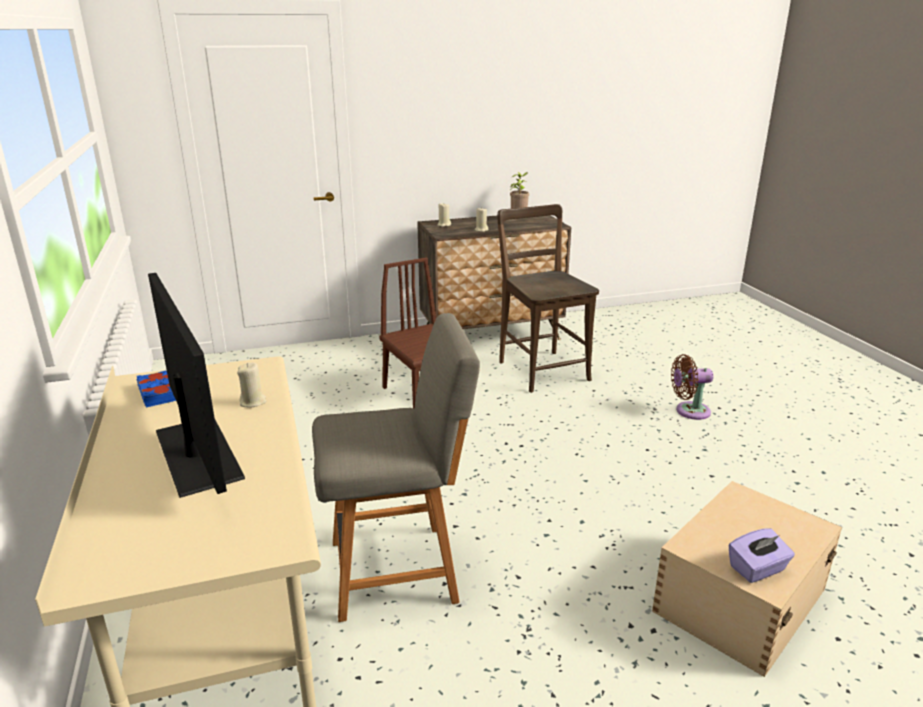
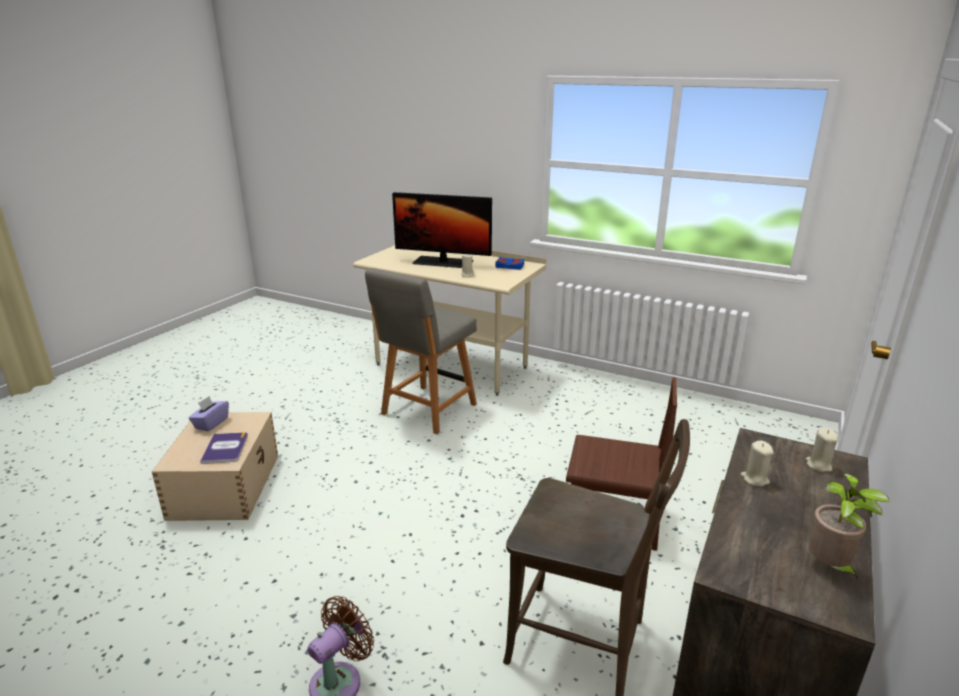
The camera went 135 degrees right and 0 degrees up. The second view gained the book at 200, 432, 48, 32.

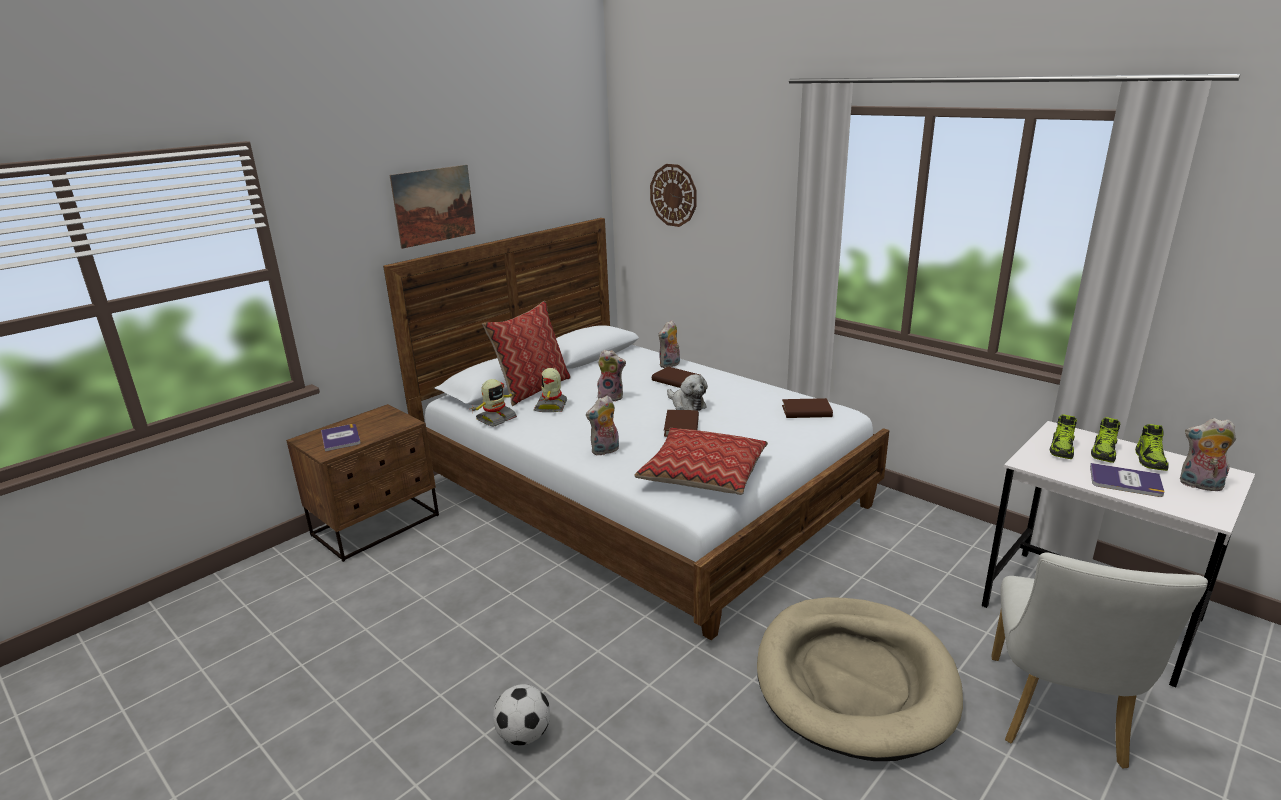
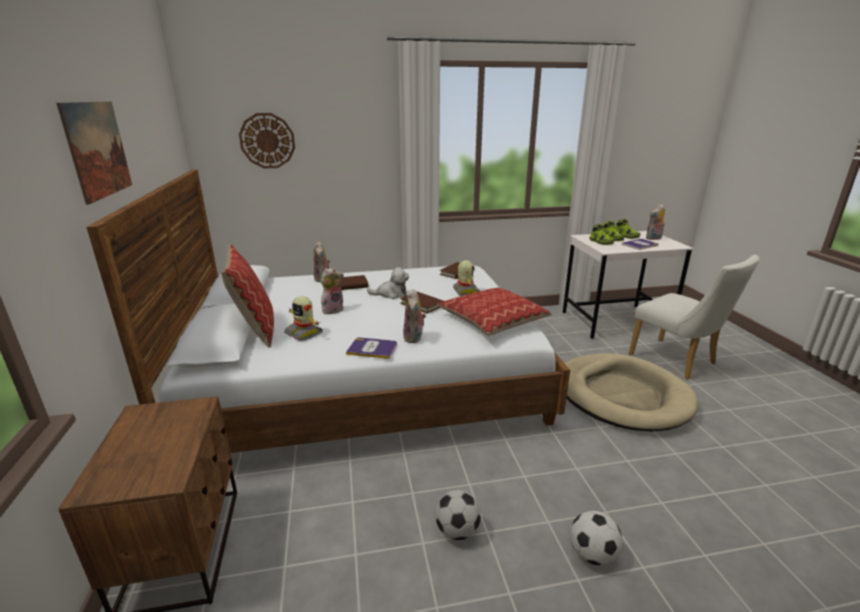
The camera went 55 degrees left and 0 degrees up. The second view gained the football at 435, 489, 46, 51. The book ended up elsewhere, having gone from 321, 424, 40, 28 to 346, 338, 51, 21. The toy robot ended up elsewhere, having gone from 471, 379, 46, 48 to 453, 260, 27, 36.

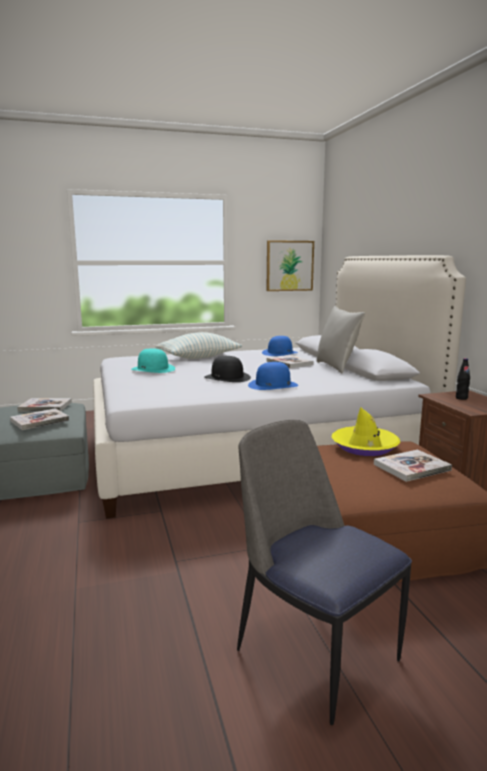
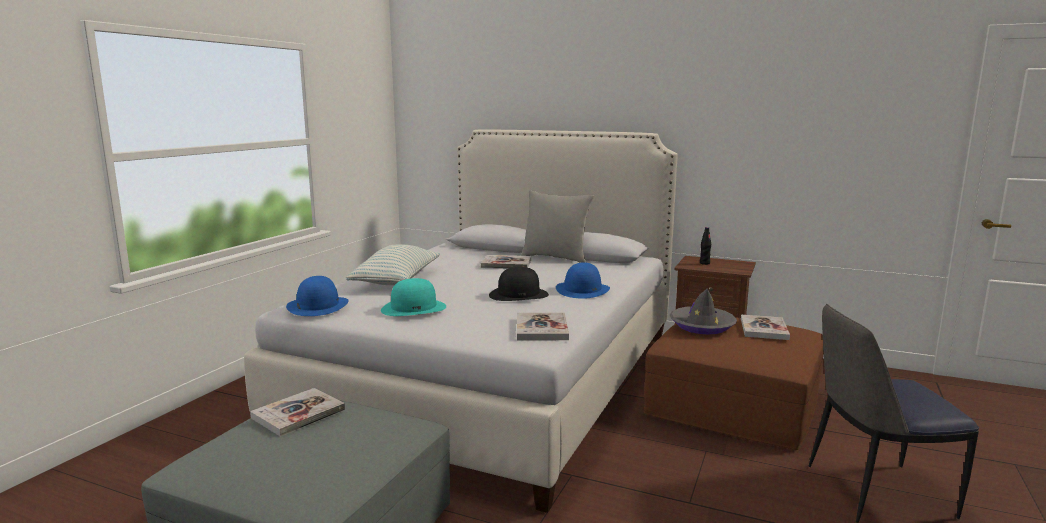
The camera went 50 degrees left and 0 degrees up. The second view lost the picture at 267, 240, 47, 51. The book ended up elsewhere, having gone from 10, 408, 59, 22 to 517, 312, 52, 28. The blue hat ended up elsewhere, having gone from 262, 336, 36, 20 to 286, 276, 63, 40. What was the yellow hat at 331, 407, 69, 49 turned into the grey hat at 670, 288, 67, 46.

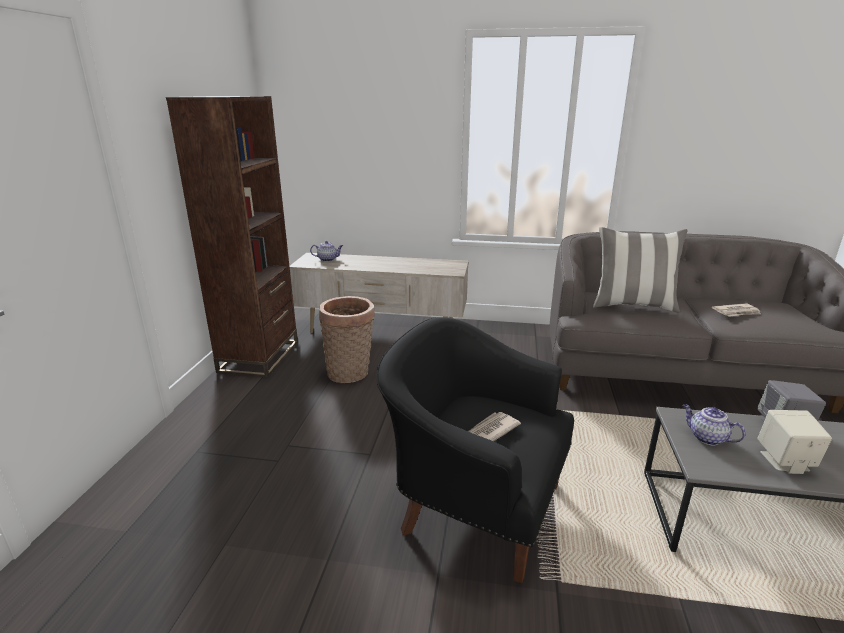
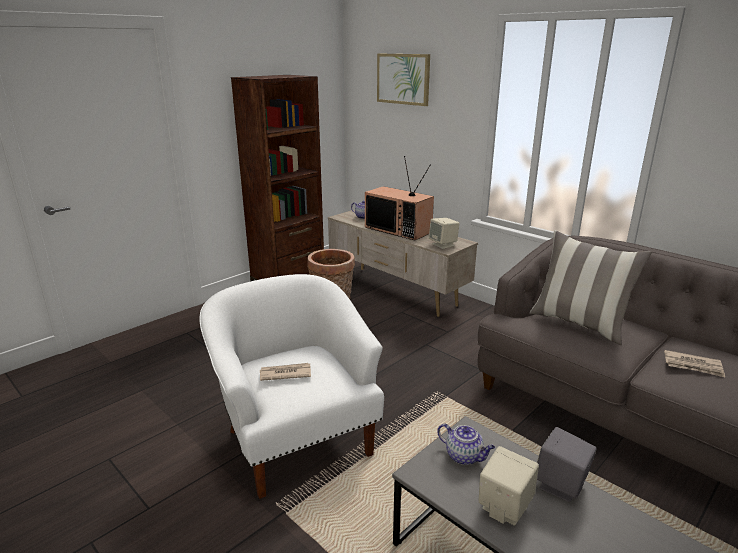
The camera went 35 degrees right and 0 degrees up. The second view gained the television at 365, 156, 69, 84. The second view gained the picture at 377, 54, 53, 52. The second view gained the beige speaker at 429, 218, 31, 31. What was the black armchair at 377, 317, 197, 267 turned into the white armchair at 200, 274, 184, 225. The teapot at 683, 404, 63, 41 ended up facing another way, 135 degrees clockwise from before.

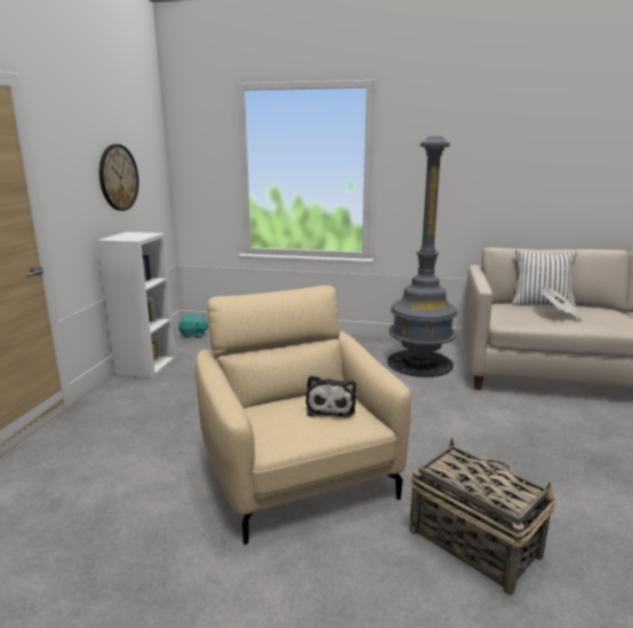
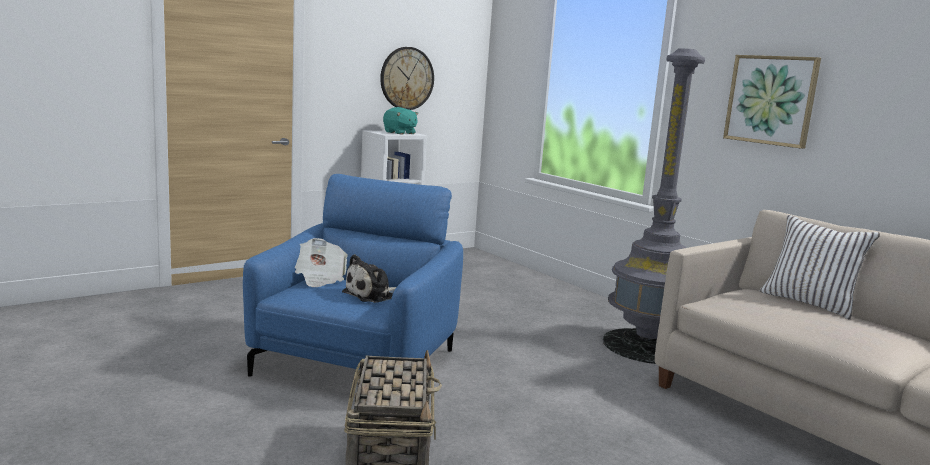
The camera went 40 degrees right and 5 degrees down. The second view gained the picture at 723, 55, 98, 94. The turquoise plush toy ended up elsewhere, having gone from 179, 315, 30, 23 to 383, 107, 35, 28. The newspaper ended up elsewhere, having gone from 540, 286, 43, 33 to 295, 238, 53, 49. What was the beige armchair at 195, 285, 216, 260 turned into the blue armchair at 243, 174, 220, 203.

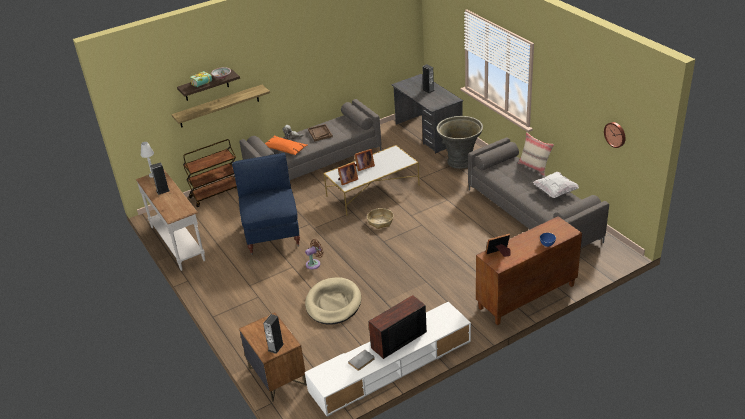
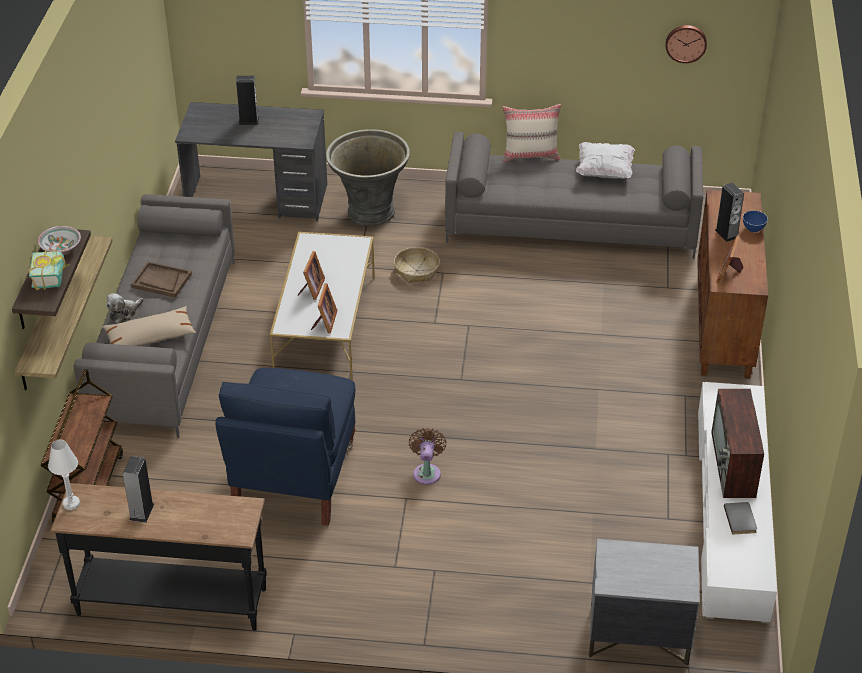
The camera went 55 degrees left and 5 degrees up. The second view lost the beige dog bed at 305, 277, 56, 47. The speaker ended up elsewhere, having gone from 263, 314, 21, 40 to 715, 183, 29, 59. The basket ended up elsewhere, having gone from 367, 208, 26, 21 to 394, 247, 46, 36. What was the white console table at 136, 170, 69, 101 turned into the black console table at 50, 483, 217, 148. What was the brown nightstand at 239, 312, 68, 90 turned into the grey nightstand at 589, 539, 111, 127. What was the orange pillow at 265, 135, 43, 20 turned into the beige pillow at 102, 306, 94, 40. The blue armchair at 232, 153, 68, 102 ended up facing another way, 105 degrees counterclockwise from before.

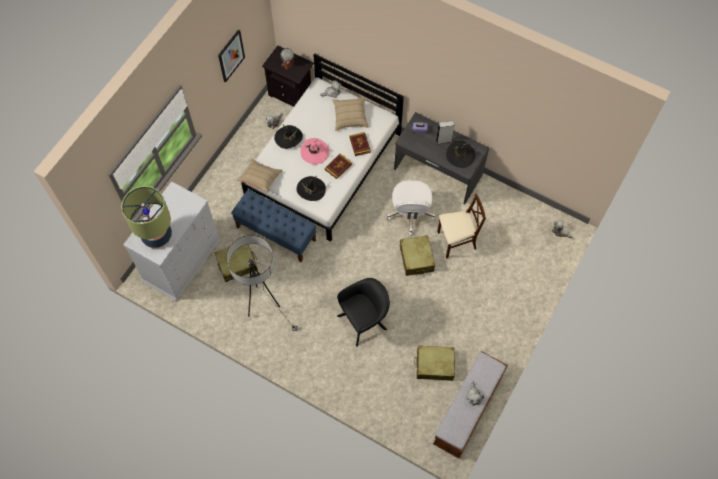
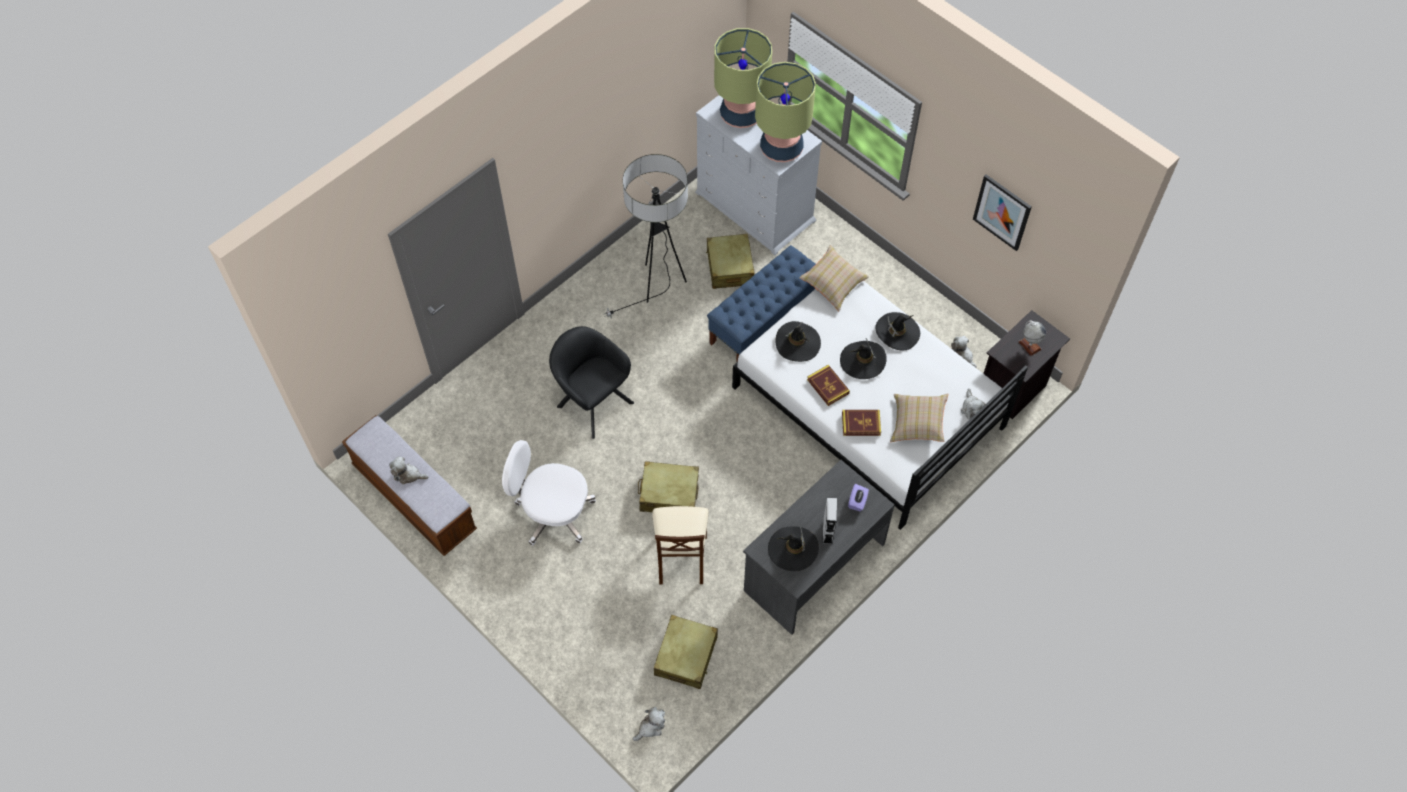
The camera went 105 degrees right and 5 degrees down. The second view gained the table lamp at 755, 62, 61, 100. The white office chair ended up elsewhere, having gone from 387, 180, 48, 55 to 502, 440, 94, 106. The beige suitcase ended up elsewhere, having gone from 414, 345, 41, 36 to 654, 615, 64, 74. What was the pink hat at 300, 138, 29, 26 turned into the black hat at 840, 338, 47, 41. The black armchair at 337, 278, 53, 69 ended up facing another way, 150 degrees clockwise from before.

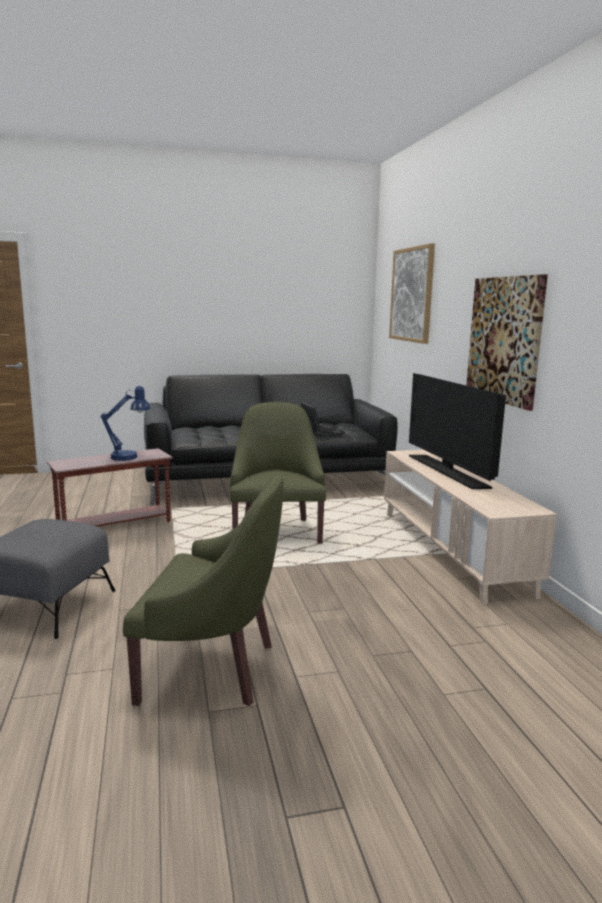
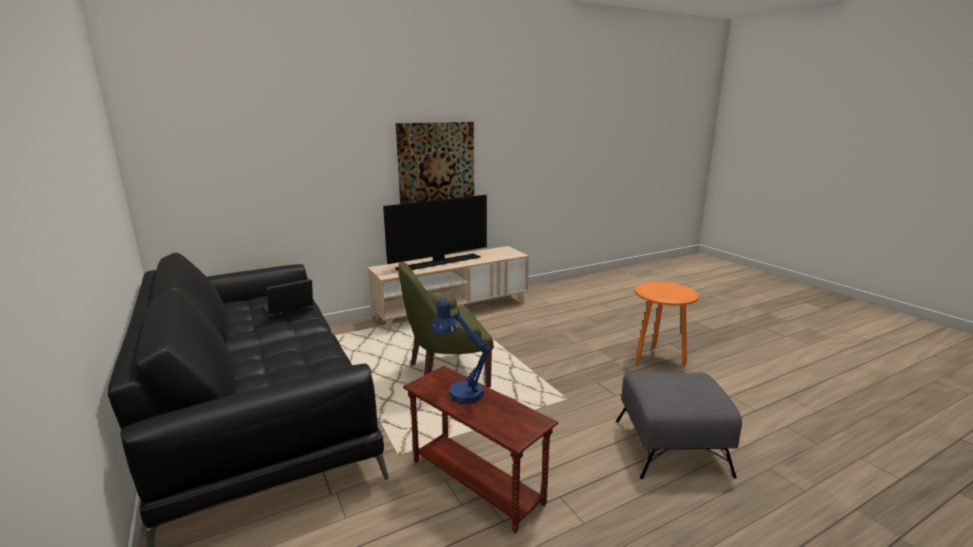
The camera went 105 degrees left and 5 degrees up. The second view lost the picture at 389, 243, 46, 101. Where the green armchair stood at 123, 475, 161, 231, the orange side table came to stand at 635, 282, 63, 86.

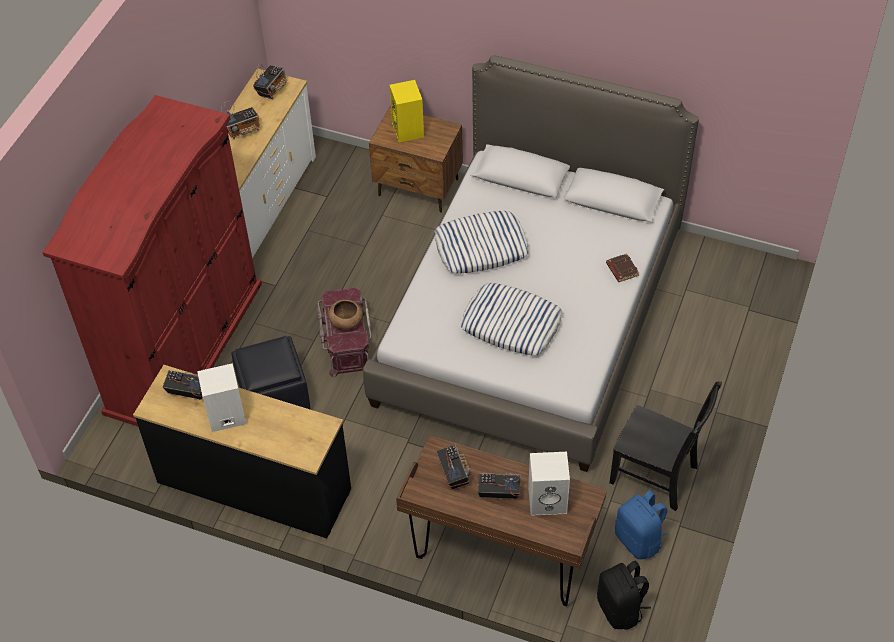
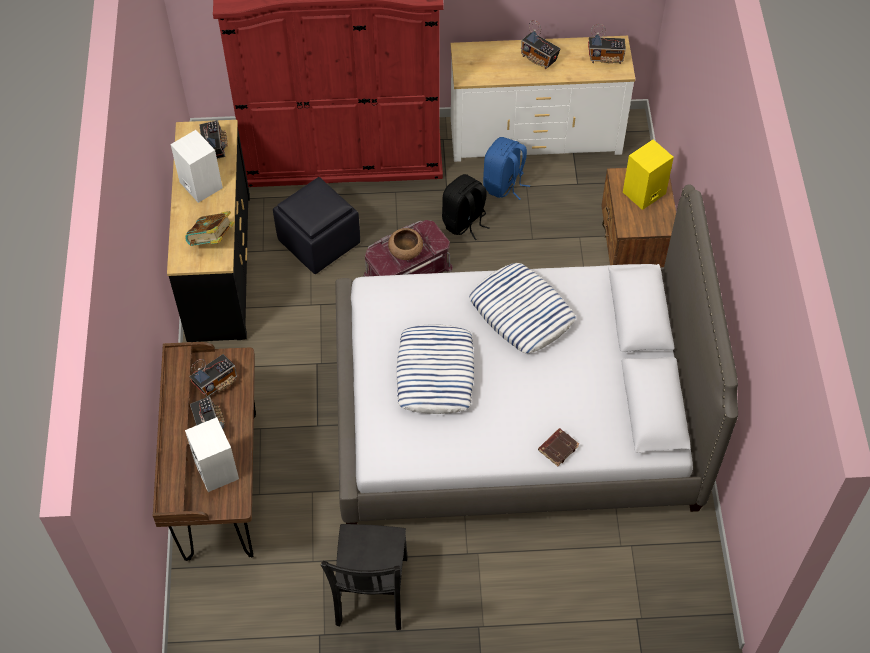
The camera went 65 degrees right and 5 degrees up. The second view gained the book at 185, 211, 50, 35. The black backpack ended up elsewhere, having gone from 597, 561, 54, 69 to 442, 174, 48, 66. The blue backpack ended up elsewhere, having gone from 615, 490, 53, 69 to 483, 137, 47, 63.

